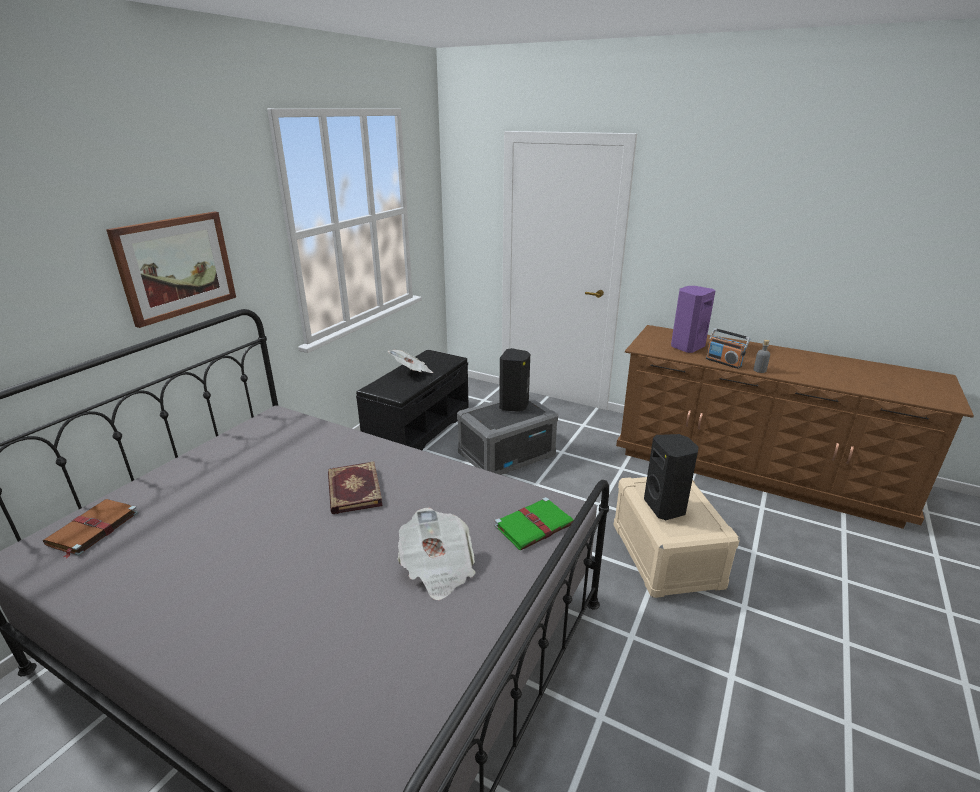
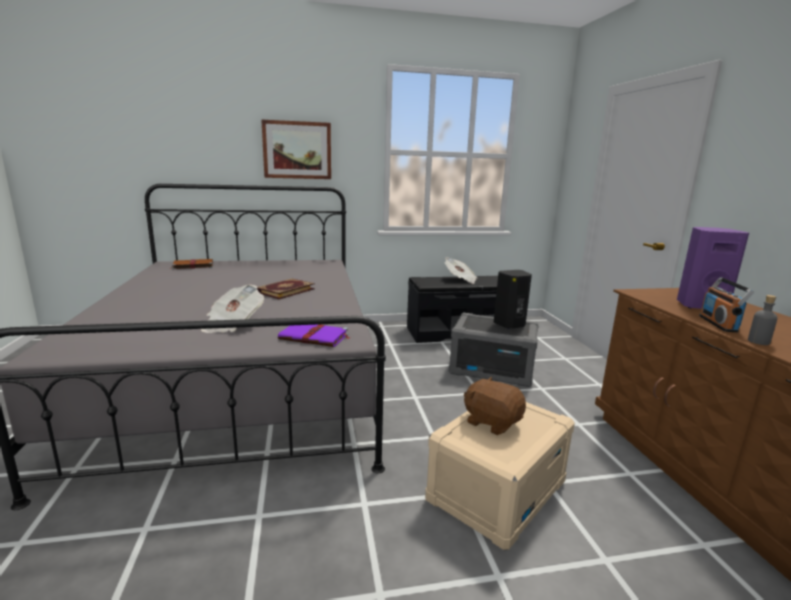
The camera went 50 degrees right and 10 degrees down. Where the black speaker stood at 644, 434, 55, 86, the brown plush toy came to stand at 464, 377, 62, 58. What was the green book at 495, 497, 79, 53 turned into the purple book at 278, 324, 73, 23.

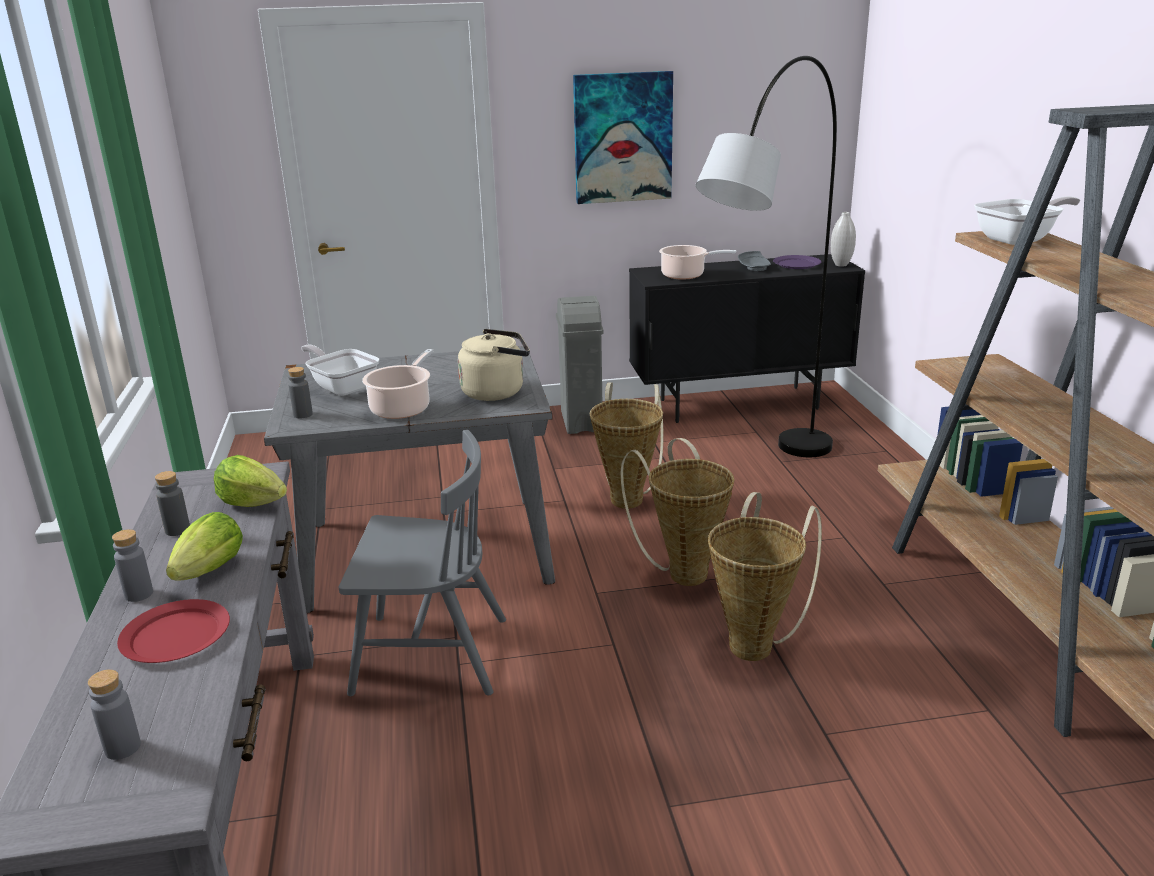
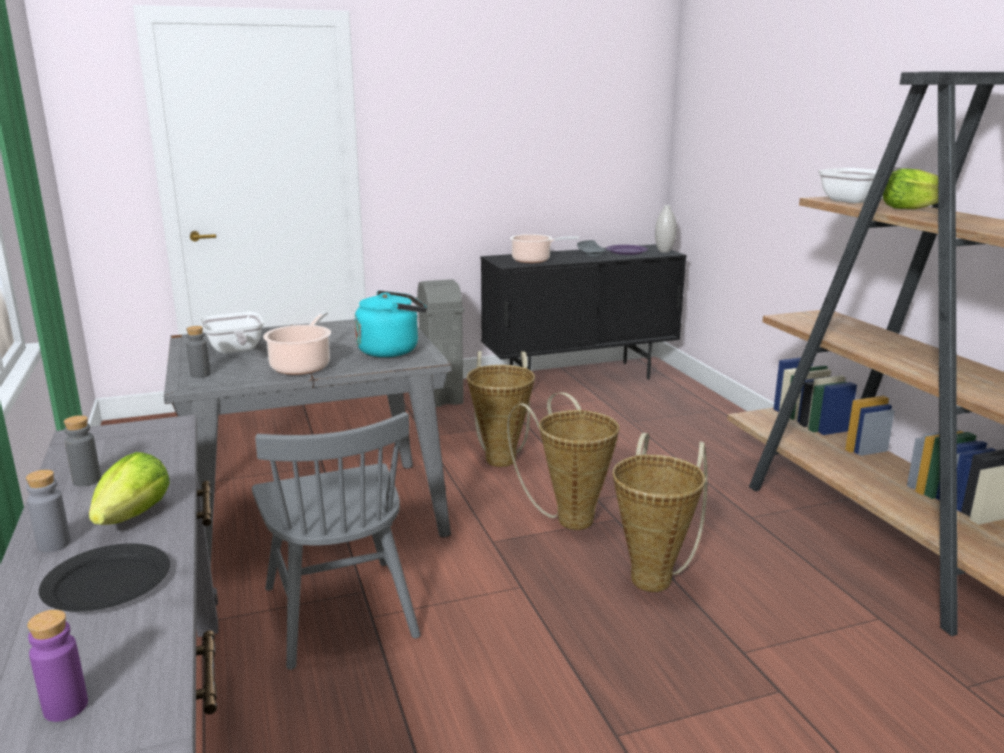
The camera went 10 degrees left and 5 degrees down. The second view lost the picture at 573, 71, 100, 133. The second view lost the grey floor lamp at 696, 56, 141, 401. The lettuce ended up elsewhere, having gone from 214, 455, 73, 52 to 883, 168, 55, 41. What was the grey bottle at 88, 669, 53, 91 turned into the purple bottle at 27, 610, 61, 112. What was the red plate at 117, 599, 113, 64 turned into the black plate at 39, 543, 131, 69. What was the beige kettle at 458, 329, 72, 72 turned into the turquoise kettle at 355, 290, 72, 67. The frying pan at 301, 345, 78, 51 ended up facing another way, 150 degrees counterclockwise from before. The grey chair at 339, 430, 167, 266 ended up facing another way, 75 degrees clockwise from before.

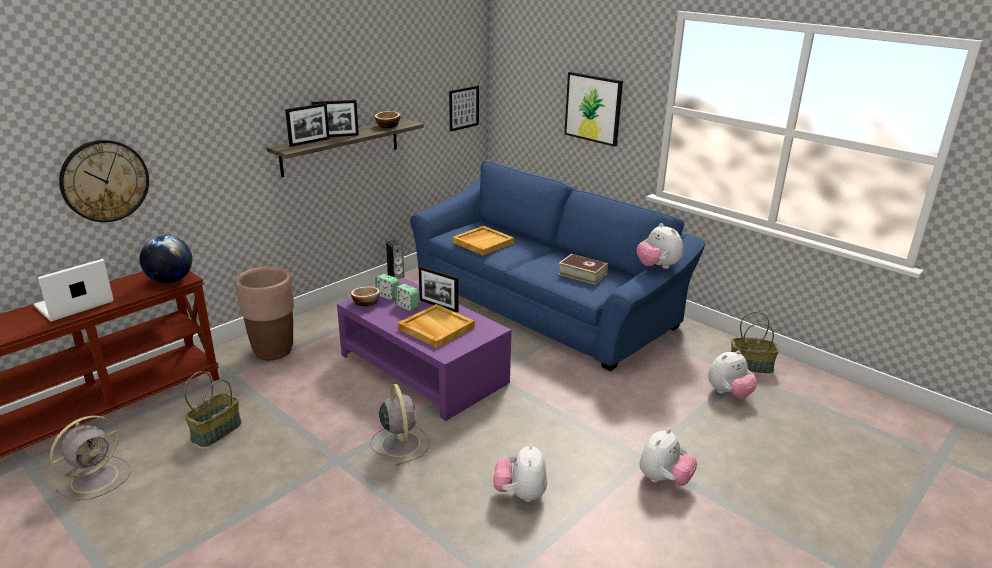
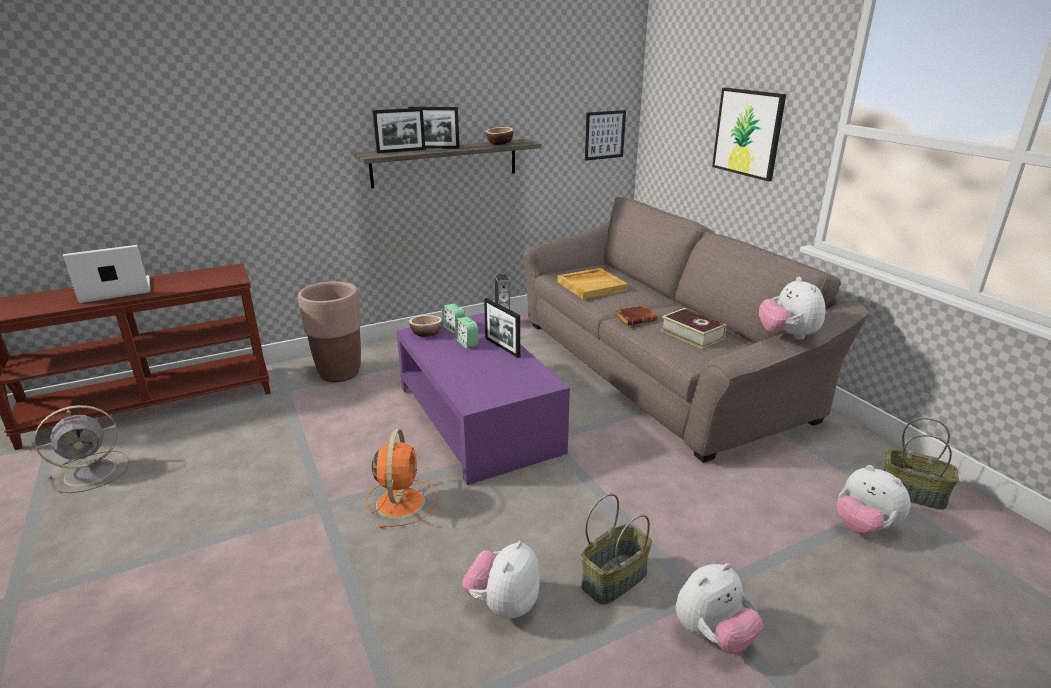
The camera went 20 degrees right and 0 degrees up. The second view lost the wall clock at 59, 140, 90, 82. The second view lost the globe at 140, 235, 52, 48. The second view lost the beige tray at 398, 304, 77, 44. The second view gained the brown book at 615, 305, 42, 21. The basket ended up elsewhere, having gone from 184, 371, 58, 76 to 581, 494, 71, 111. What was the grey fan at 370, 384, 59, 82 turned into the orange fan at 366, 429, 69, 99. What was the blue sofa at 410, 162, 296, 209 turned into the brown sofa at 523, 197, 346, 266. The plush toy at 708, 350, 50, 49 ended up facing another way, 60 degrees clockwise from before.

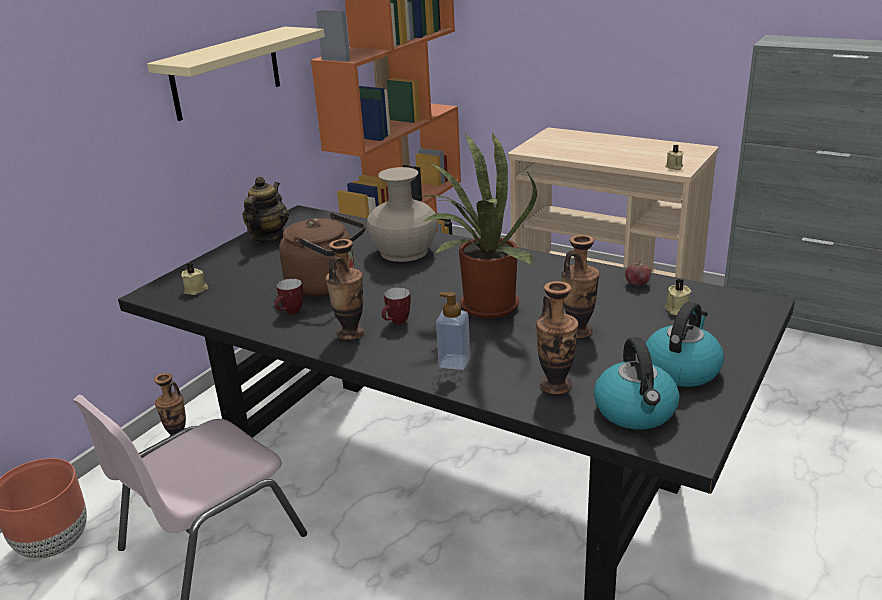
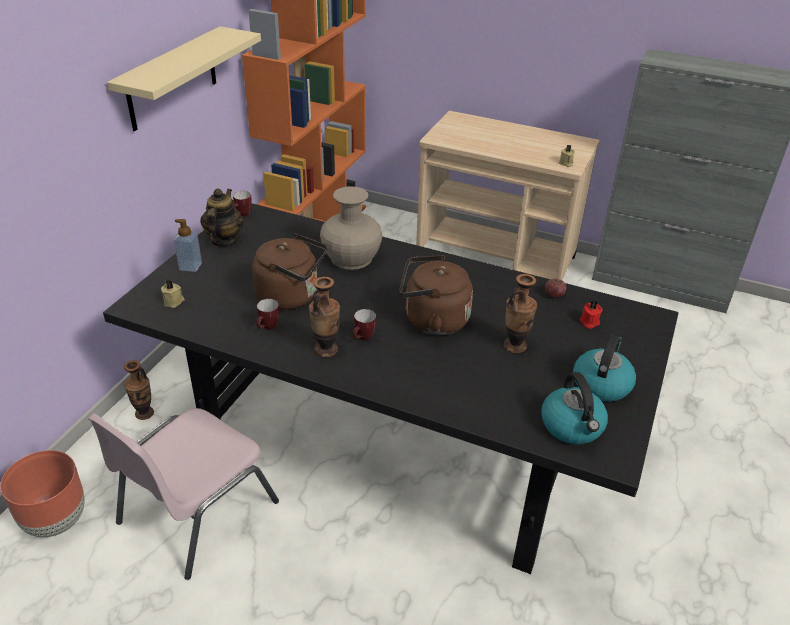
The camera went 10 degrees left and 10 degrees up. The second view lost the vase at 536, 281, 43, 113. The second view gained the mug at 233, 191, 19, 26. The soap dispenser ended up elsewhere, having gone from 436, 292, 34, 78 to 174, 219, 28, 53. Where the potted plant stood at 418, 132, 119, 187, the brown kettle came to stand at 399, 255, 74, 80. What was the beige candle at 665, 279, 26, 36 turned into the red candle at 580, 300, 23, 29.

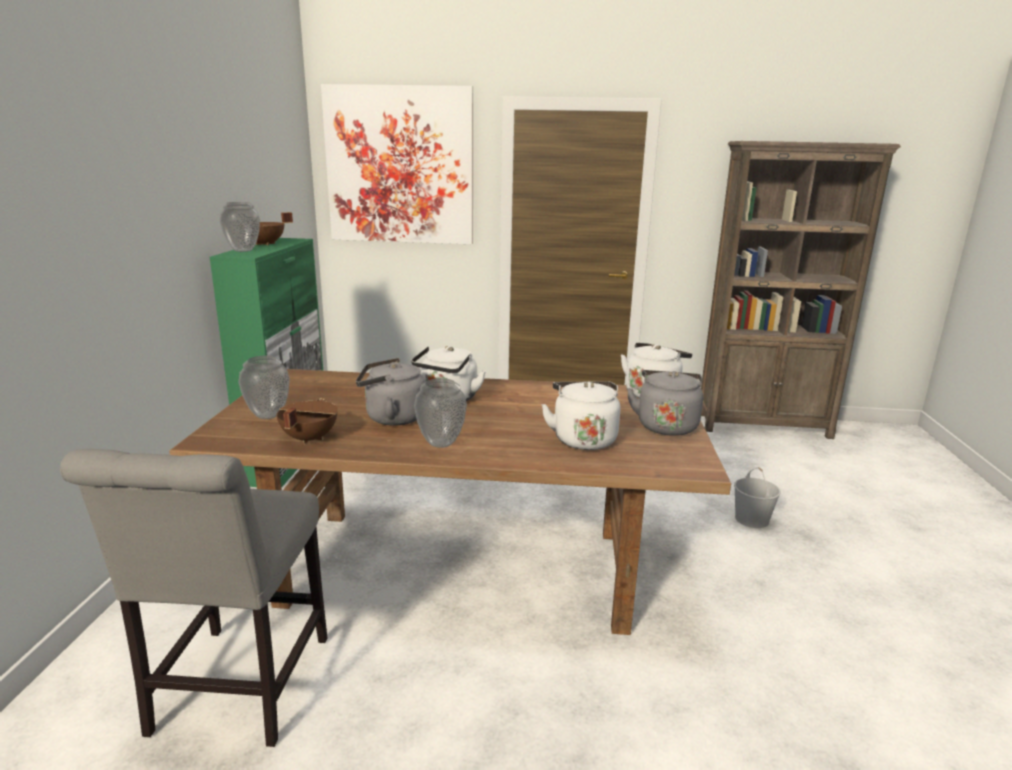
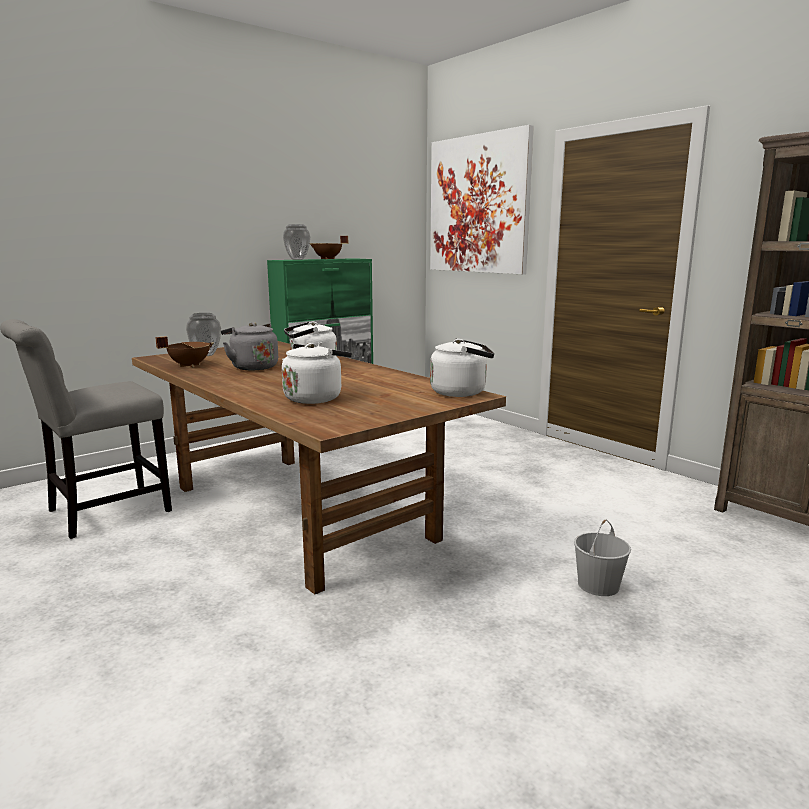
The camera went 45 degrees right and 5 degrees down. The second view lost the vase at 414, 378, 53, 70. The second view lost the grey kettle at 627, 370, 76, 66.

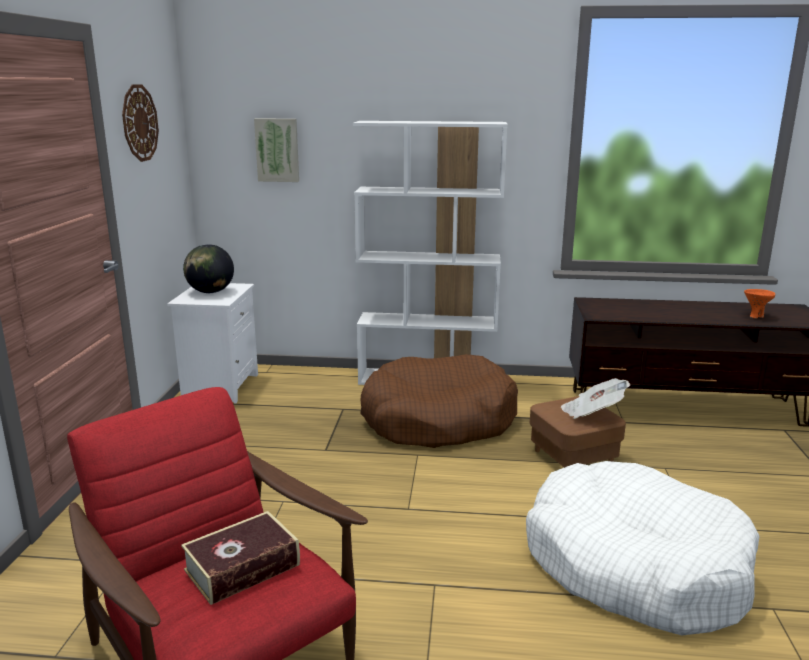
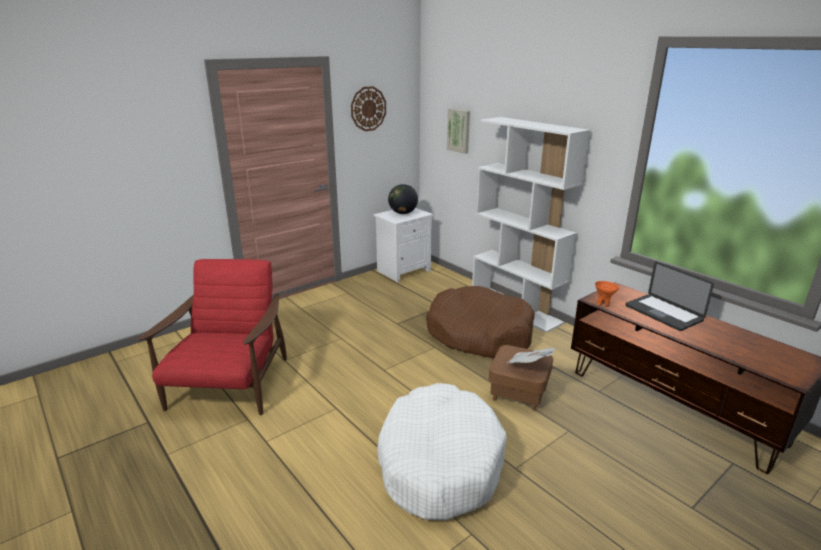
The camera went 45 degrees right and 5 degrees up. The second view lost the book at 181, 511, 119, 94. The second view gained the laptop at 625, 262, 89, 69. The orange bowl ended up elsewhere, having gone from 744, 289, 32, 29 to 595, 281, 24, 26.

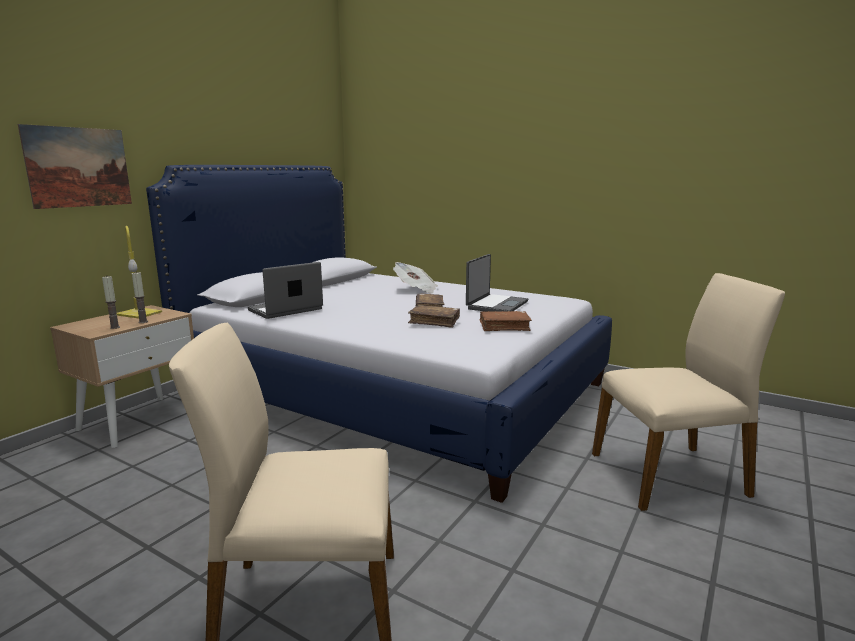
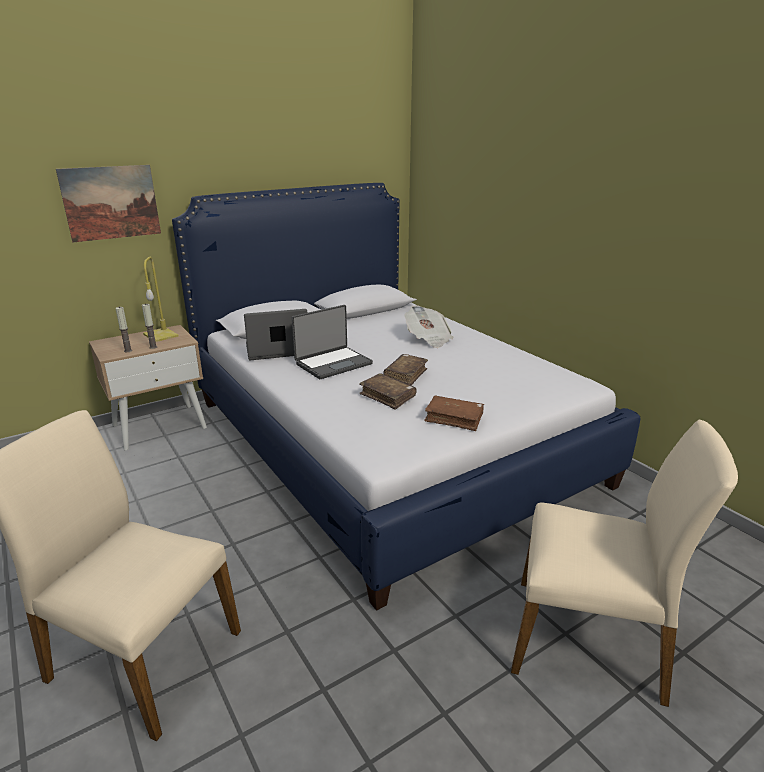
The camera went 25 degrees right and 10 degrees up. The laptop ended up elsewhere, having gone from 466, 254, 62, 58 to 292, 305, 81, 74.

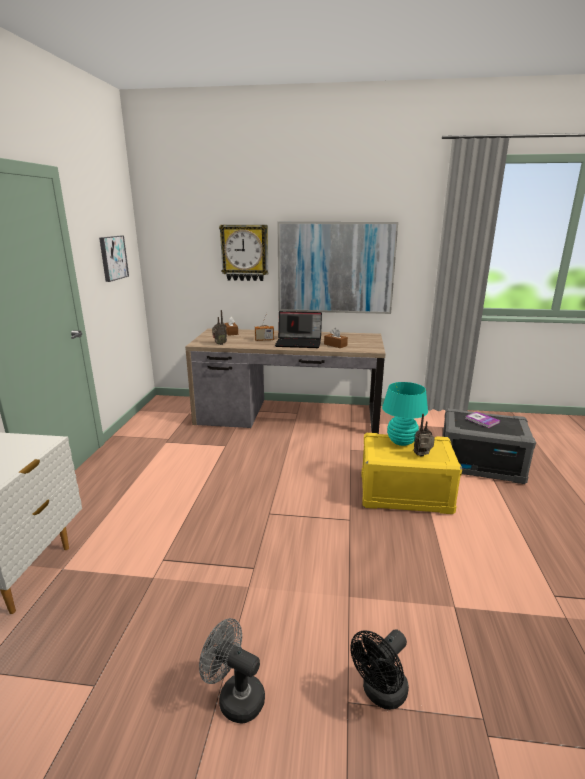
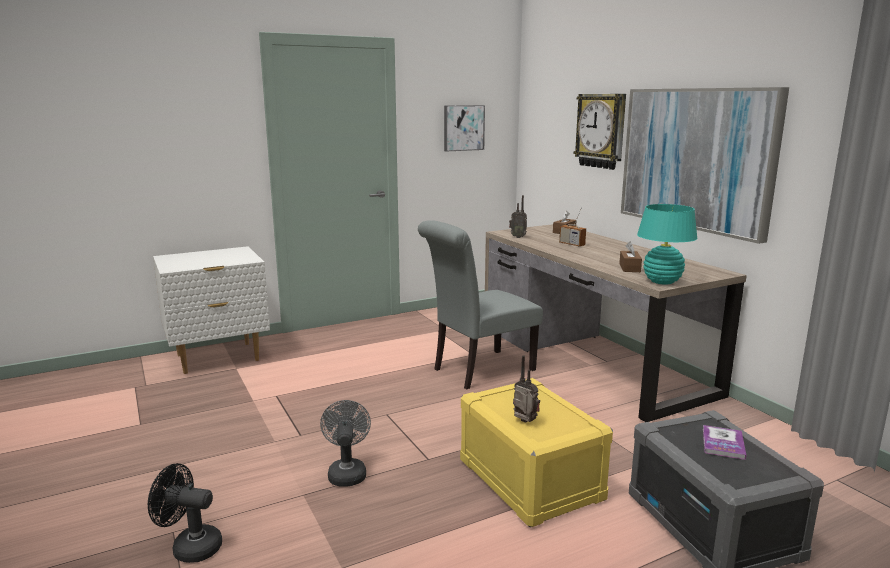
The camera went 55 degrees right and 5 degrees down. The second view lost the laptop at 275, 311, 47, 37. The second view gained the grey chair at 418, 220, 125, 169. The grey fan ended up elsewhere, having gone from 199, 618, 66, 106 to 320, 400, 51, 87. The turquoise table lamp ended up elsewhere, having gone from 382, 382, 46, 64 to 637, 204, 60, 80.

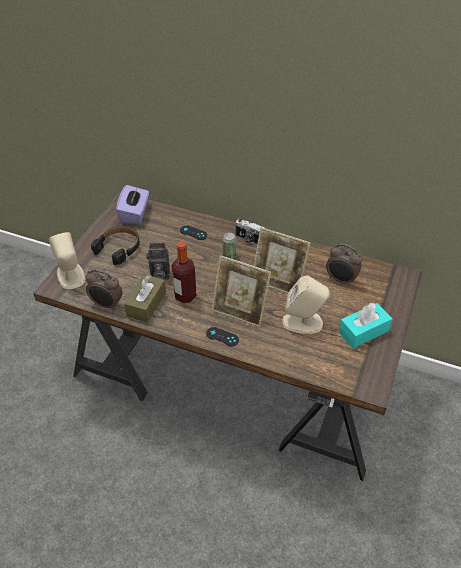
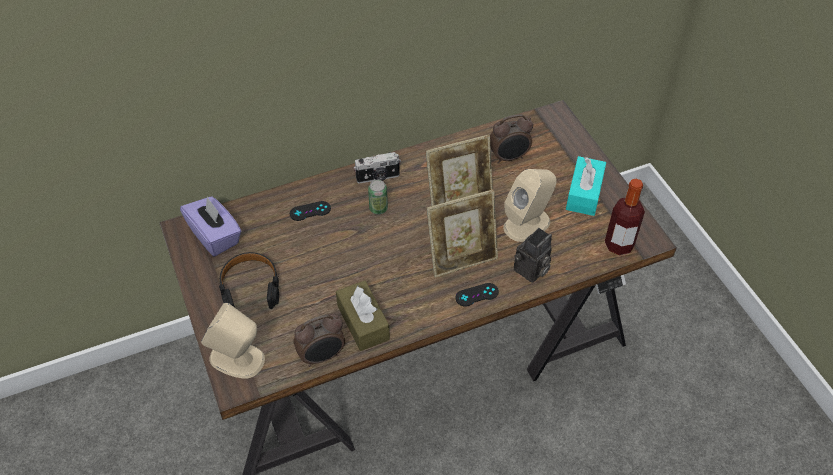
The camera went 45 degrees left and 5 degrees up. The photo camera ended up elsewhere, having gone from 146, 243, 24, 37 to 514, 228, 38, 55. The bottle ended up elsewhere, having gone from 172, 241, 25, 62 to 605, 179, 40, 76.

